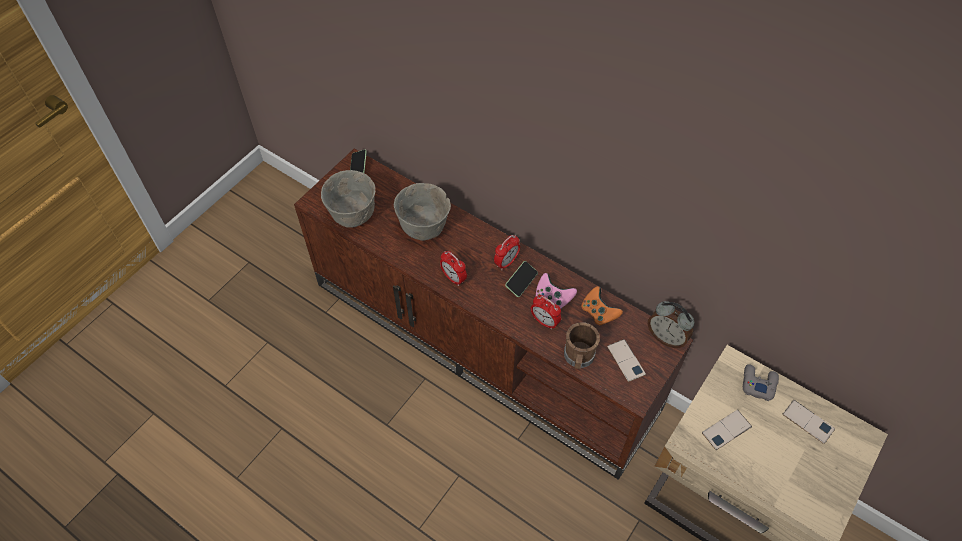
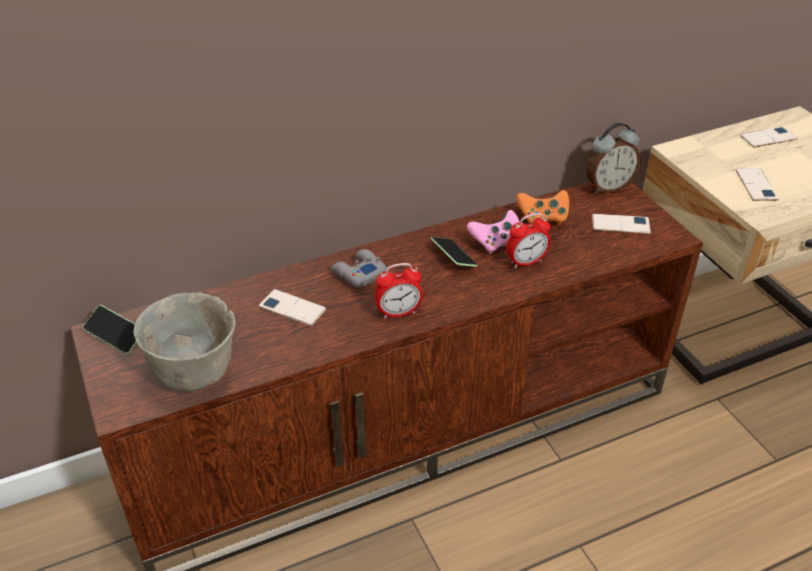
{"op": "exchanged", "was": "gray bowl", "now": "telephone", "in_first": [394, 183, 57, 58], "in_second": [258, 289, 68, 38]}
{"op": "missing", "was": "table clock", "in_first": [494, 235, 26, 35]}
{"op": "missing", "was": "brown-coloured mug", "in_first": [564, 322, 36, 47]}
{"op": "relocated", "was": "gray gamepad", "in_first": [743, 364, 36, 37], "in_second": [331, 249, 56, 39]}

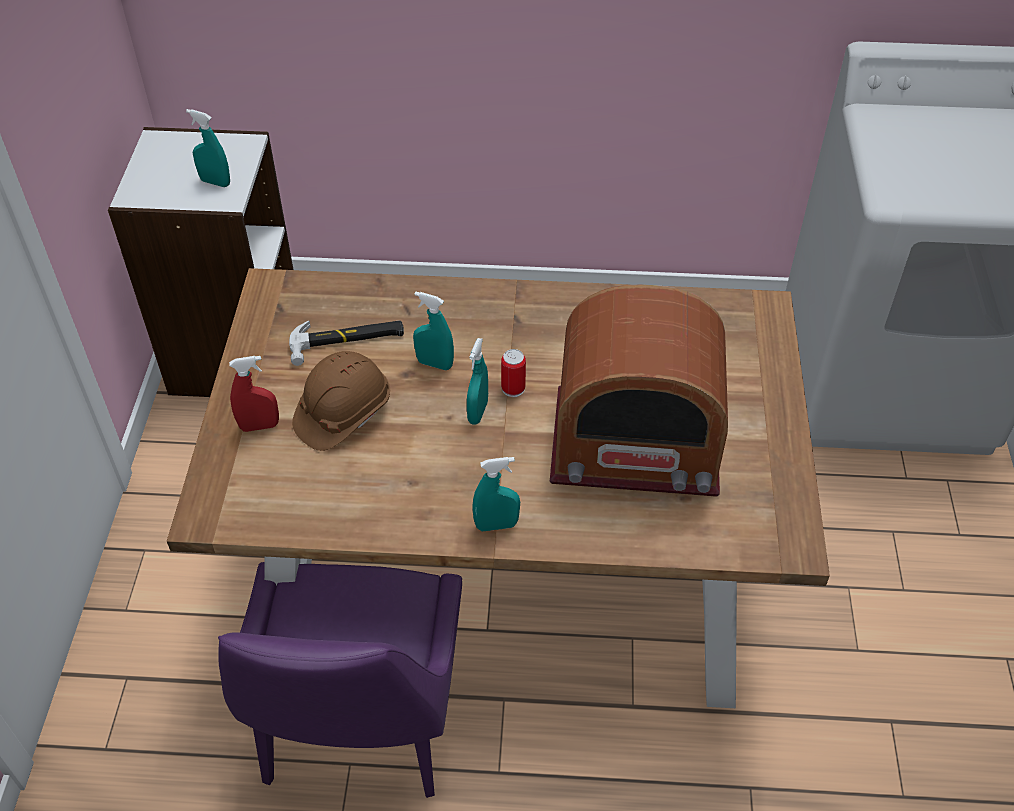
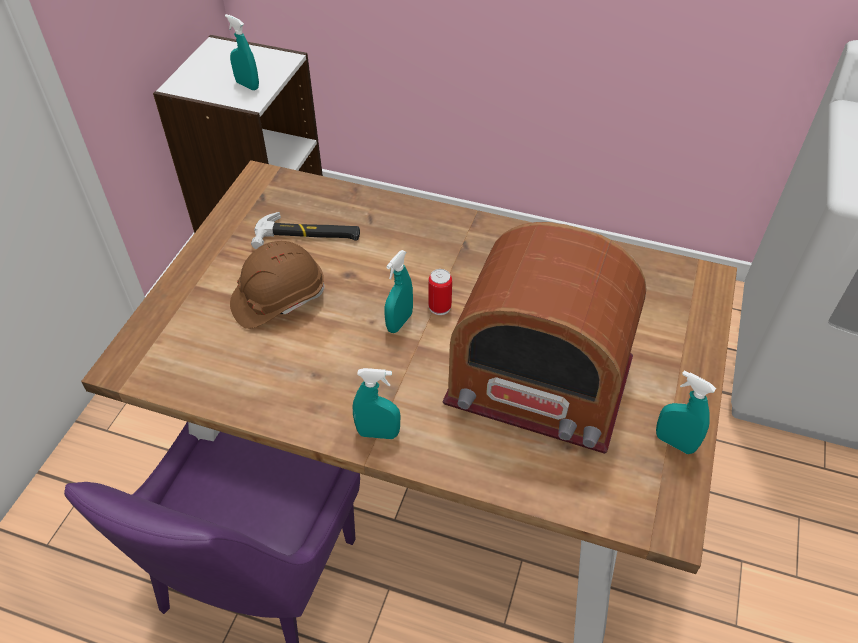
{"op": "relocated", "was": "blue-green sprayer", "in_first": [413, 291, 41, 79], "in_second": [656, 371, 60, 83]}
{"op": "missing", "was": "red sprayer", "in_first": [229, 356, 50, 76]}

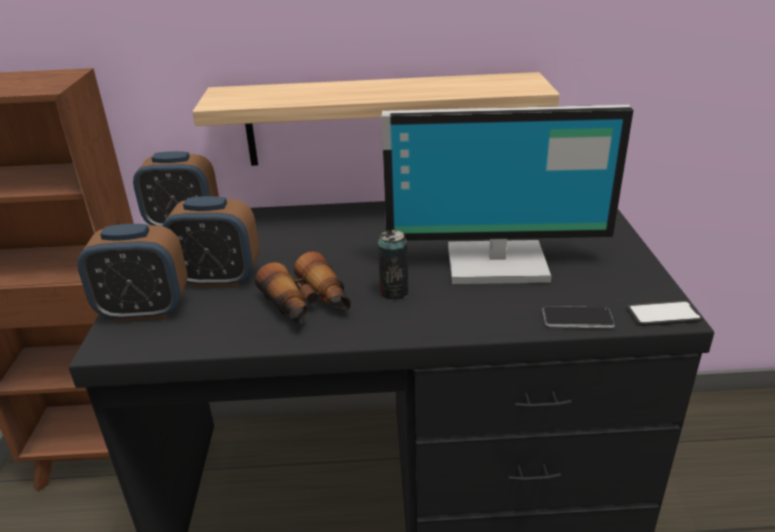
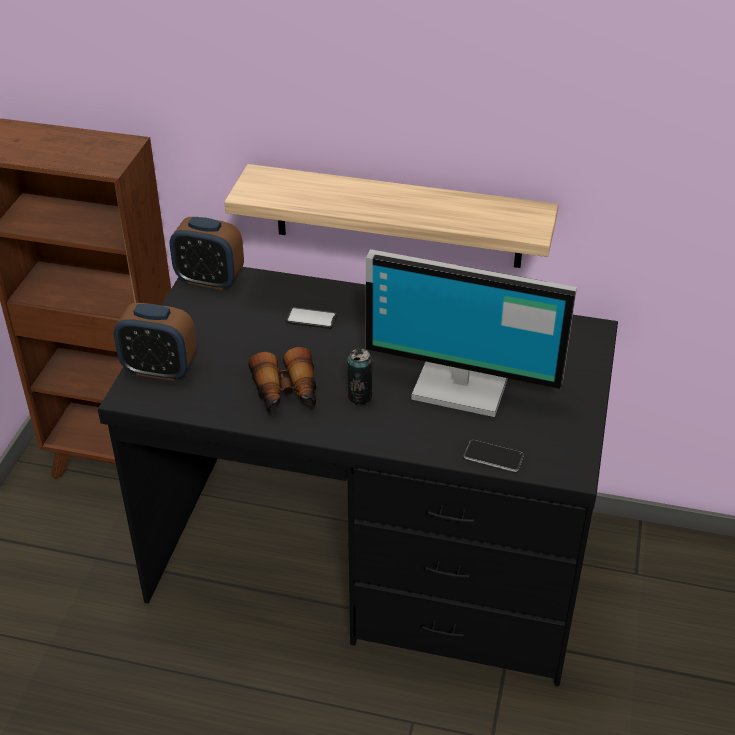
{"op": "missing", "was": "table clock", "in_first": [162, 196, 97, 91]}
{"op": "relocated", "was": "telephone", "in_first": [627, 300, 76, 26], "in_second": [285, 307, 52, 22]}

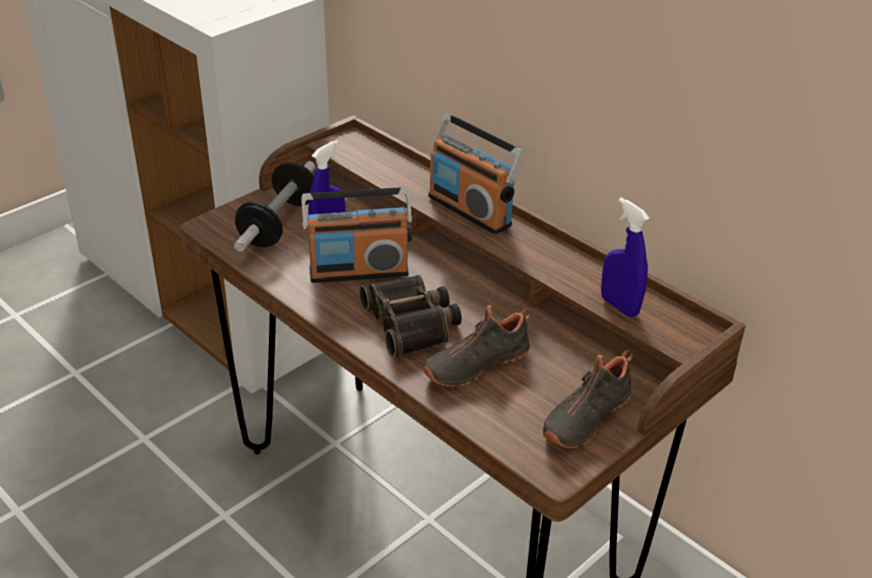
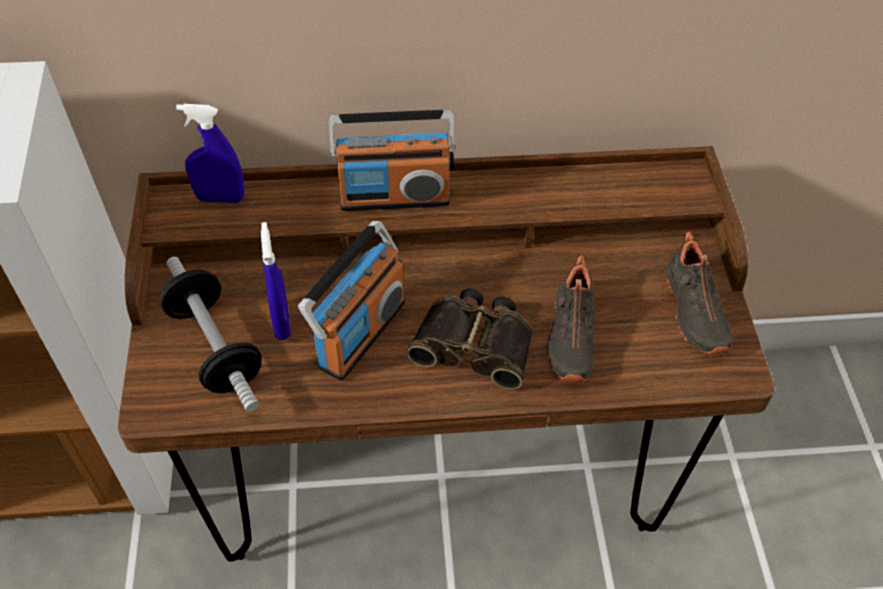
{"op": "relocated", "was": "blue sprayer", "in_first": [601, 197, 49, 120], "in_second": [176, 104, 68, 99]}

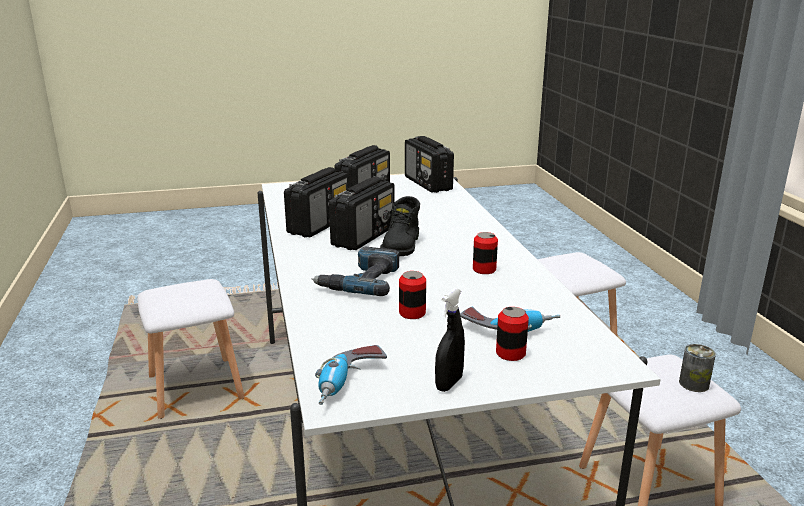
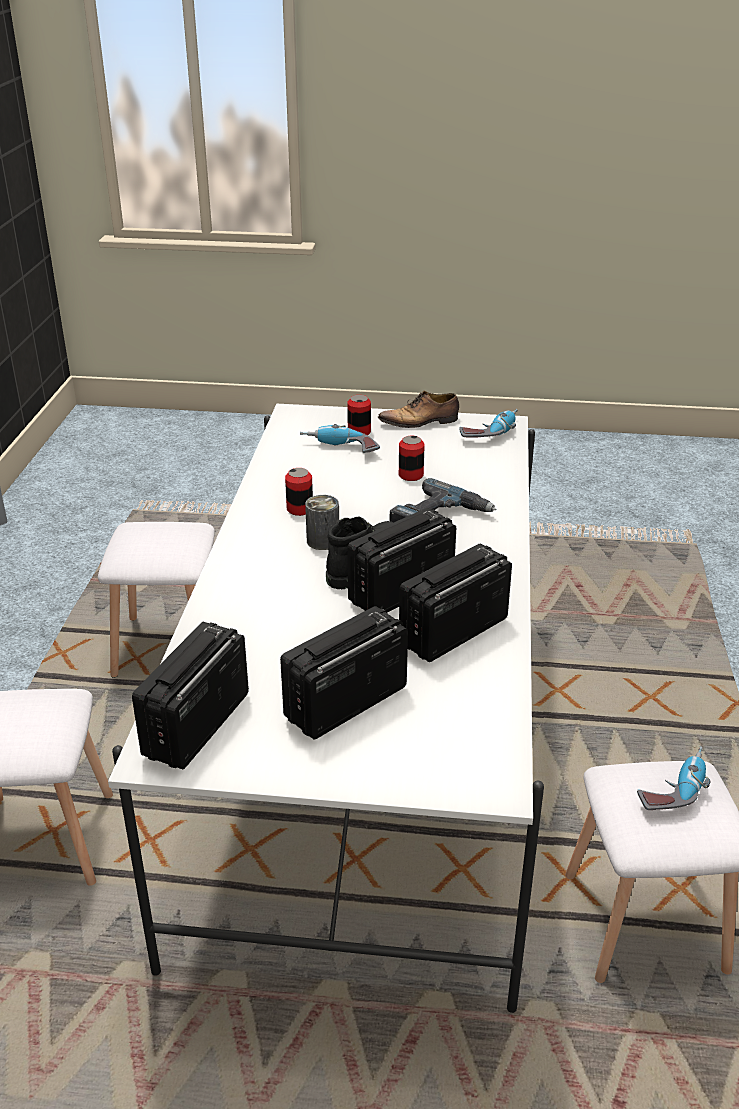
{"op": "spun", "was": "radio", "in_first": [405, 136, 49, 57], "in_second": [132, 622, 117, 148], "clockwise": -150}
{"op": "exchanged", "was": "black sprayer", "now": "low shoe", "in_first": [435, 288, 30, 104], "in_second": [378, 391, 81, 37]}
{"op": "relocated", "was": "sealed can", "in_first": [679, 344, 37, 48], "in_second": [305, 495, 34, 55]}
{"op": "appeared", "now": "power drill", "in_second": [637, 746, 74, 64]}

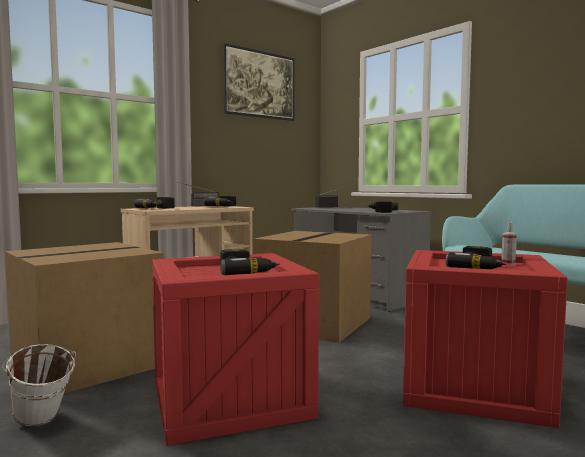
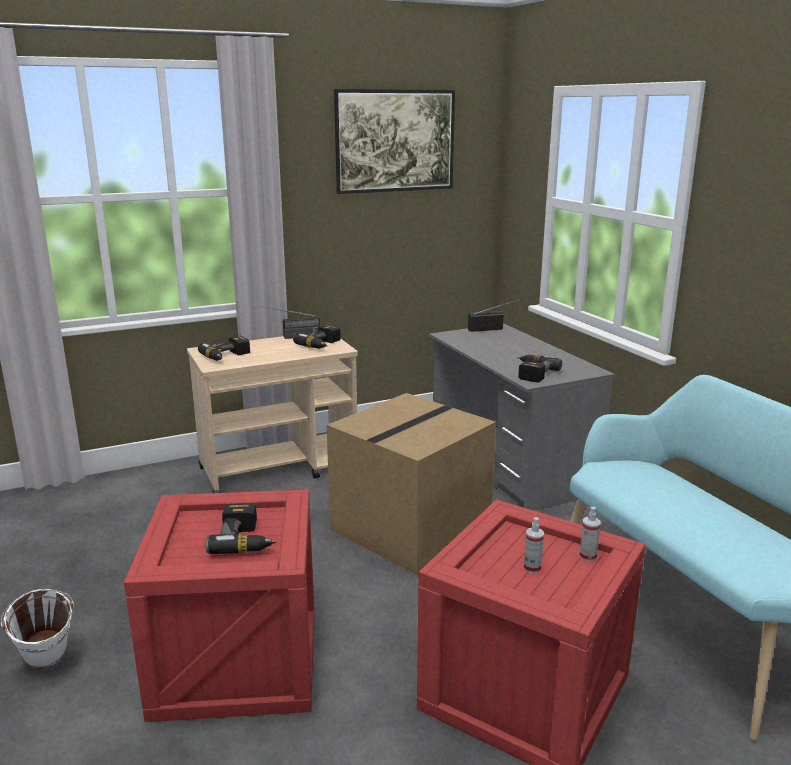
{"op": "missing", "was": "cardboard box", "in_first": [5, 242, 159, 151]}
{"op": "exchanged", "was": "power drill", "now": "sprayer", "in_first": [445, 246, 62, 23], "in_second": [524, 517, 20, 57]}

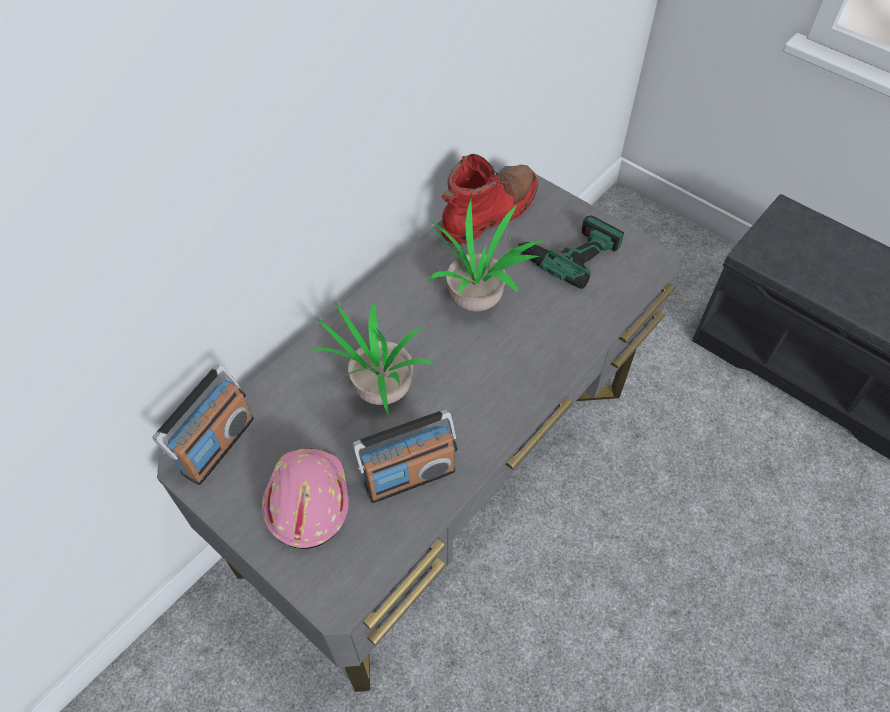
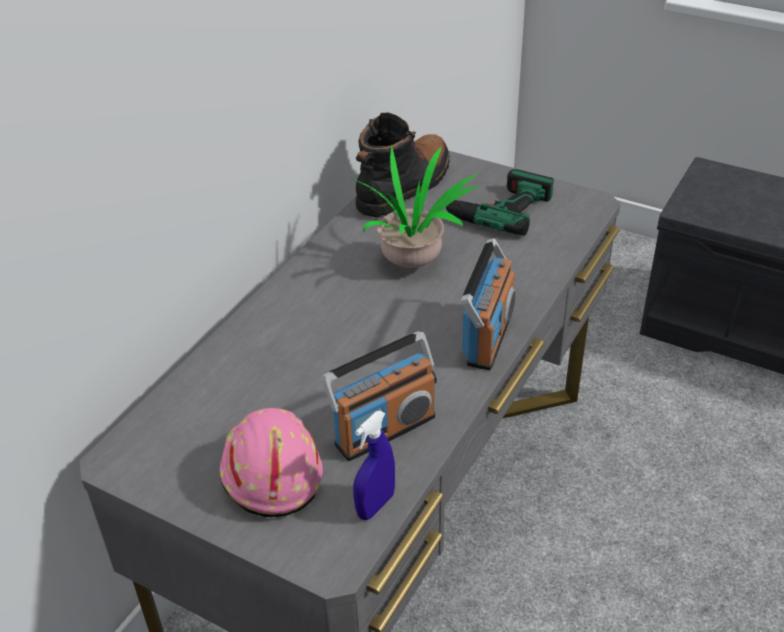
{"op": "colour", "was": "red high-top boot", "now": "black high-top boot", "in_first": [441, 154, 97, 91], "in_second": [356, 112, 94, 105]}
{"op": "missing", "was": "plant in a pot", "in_first": [305, 302, 129, 115]}
{"op": "relocated", "was": "radio", "in_first": [152, 365, 102, 120], "in_second": [461, 238, 54, 132]}
{"op": "appeared", "now": "blue sprayer", "in_second": [353, 411, 42, 109]}

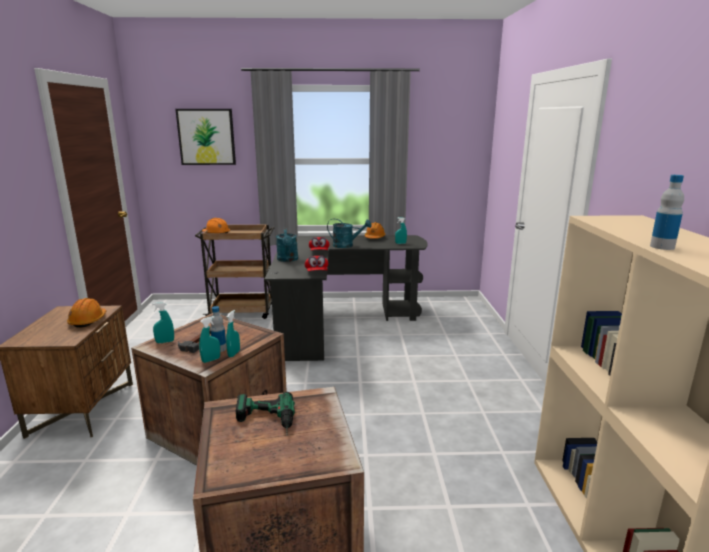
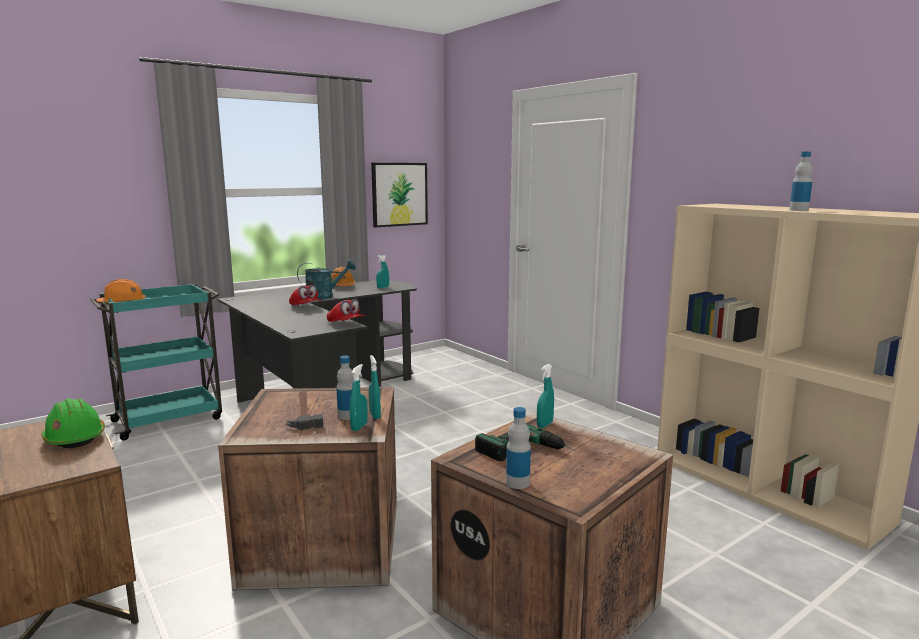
{"op": "relocated", "was": "picture", "in_first": [175, 109, 61, 56], "in_second": [371, 163, 57, 64]}
{"op": "colour", "was": "brown-coloured wheeled cart", "now": "blue-green wheeled cart", "in_first": [195, 224, 79, 95], "in_second": [90, 284, 132, 157]}
{"op": "missing", "was": "blue-green watering pot", "in_first": [276, 227, 22, 35]}
{"op": "colour", "was": "orangey hard hat", "now": "green hard hat", "in_first": [67, 298, 39, 30], "in_second": [41, 398, 64, 50]}
{"op": "relocated", "was": "blue-green sprayer", "in_first": [152, 302, 22, 41], "in_second": [537, 364, 17, 64]}
{"op": "appeared", "now": "beverage bottle", "in_second": [506, 407, 25, 82]}

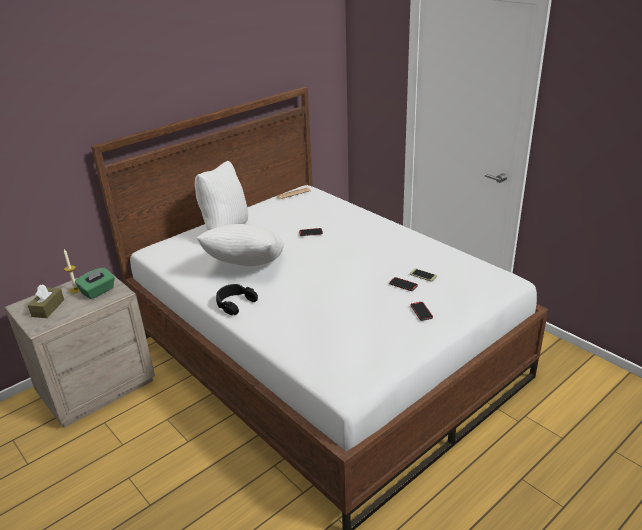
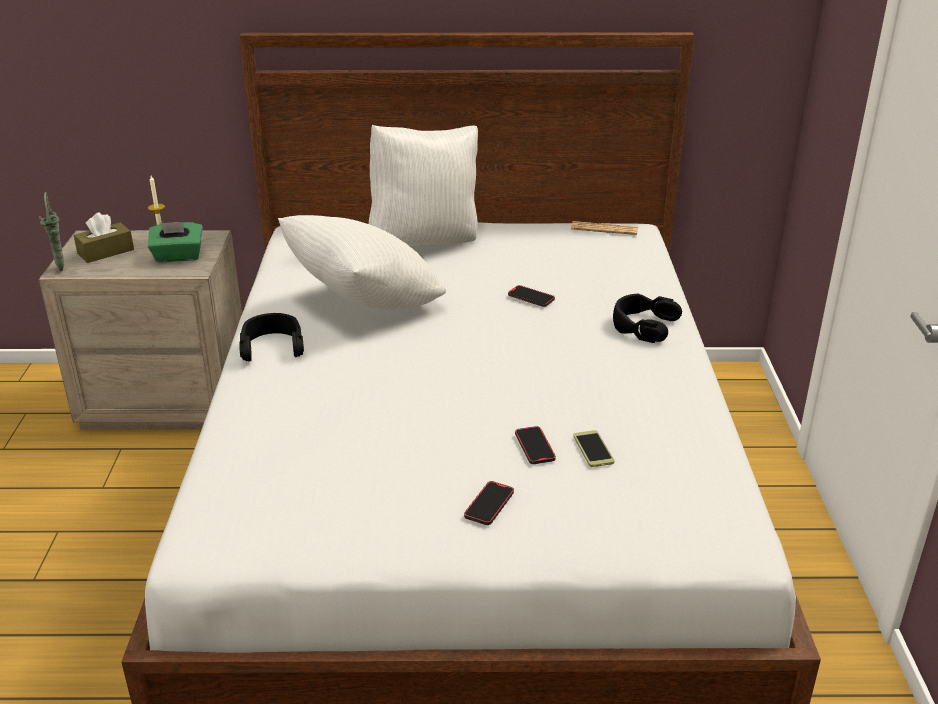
{"op": "appeared", "now": "green flower vase", "in_second": [39, 192, 25, 79]}
{"op": "appeared", "now": "black pair of headphones", "in_second": [613, 294, 69, 49]}

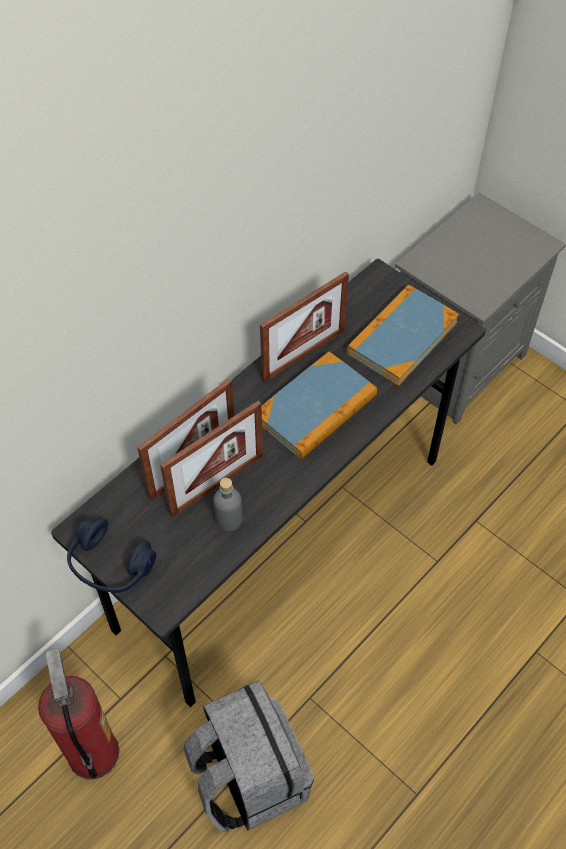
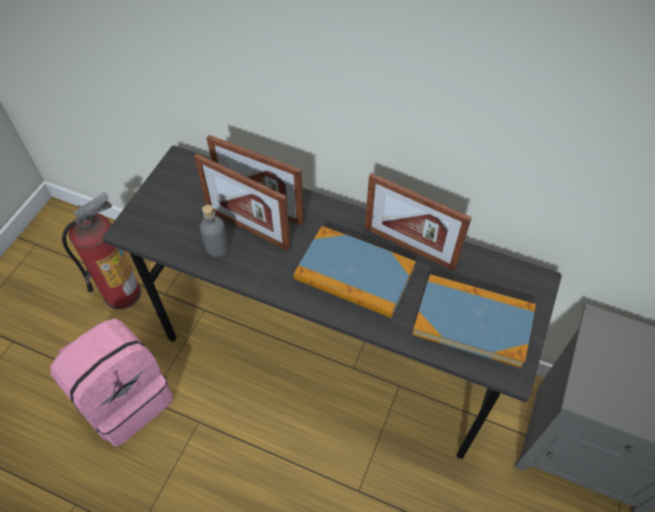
{"op": "missing", "was": "blue pair of headphones", "in_first": [67, 518, 89, 75]}
{"op": "colour", "was": "gray backpack", "now": "pink-coloured backpack", "in_first": [184, 681, 130, 151], "in_second": [50, 318, 123, 128]}

